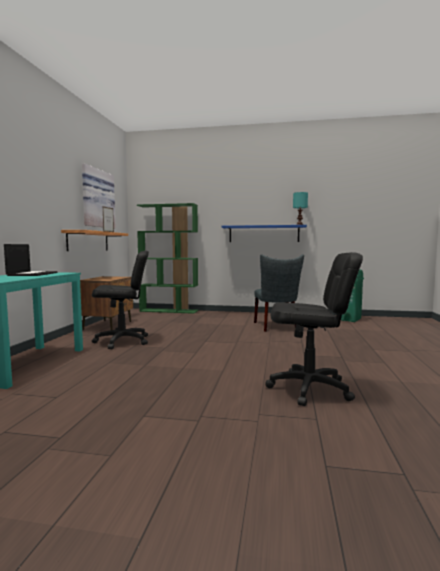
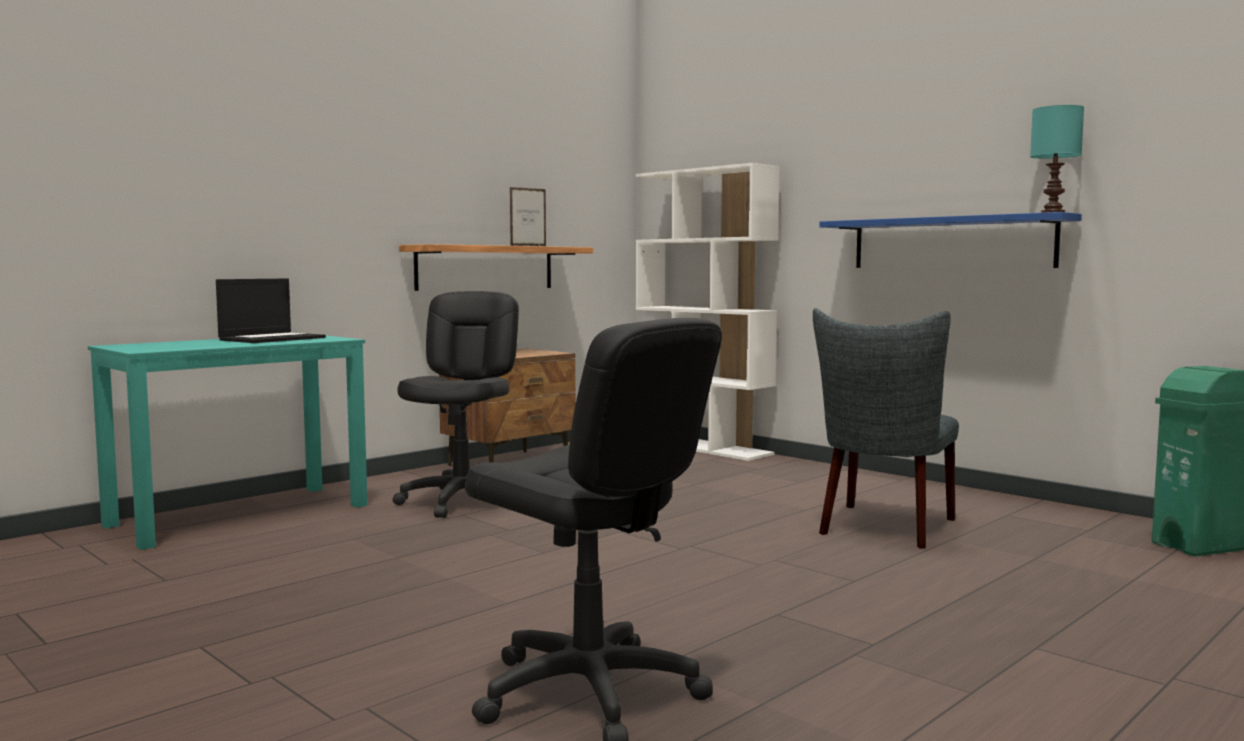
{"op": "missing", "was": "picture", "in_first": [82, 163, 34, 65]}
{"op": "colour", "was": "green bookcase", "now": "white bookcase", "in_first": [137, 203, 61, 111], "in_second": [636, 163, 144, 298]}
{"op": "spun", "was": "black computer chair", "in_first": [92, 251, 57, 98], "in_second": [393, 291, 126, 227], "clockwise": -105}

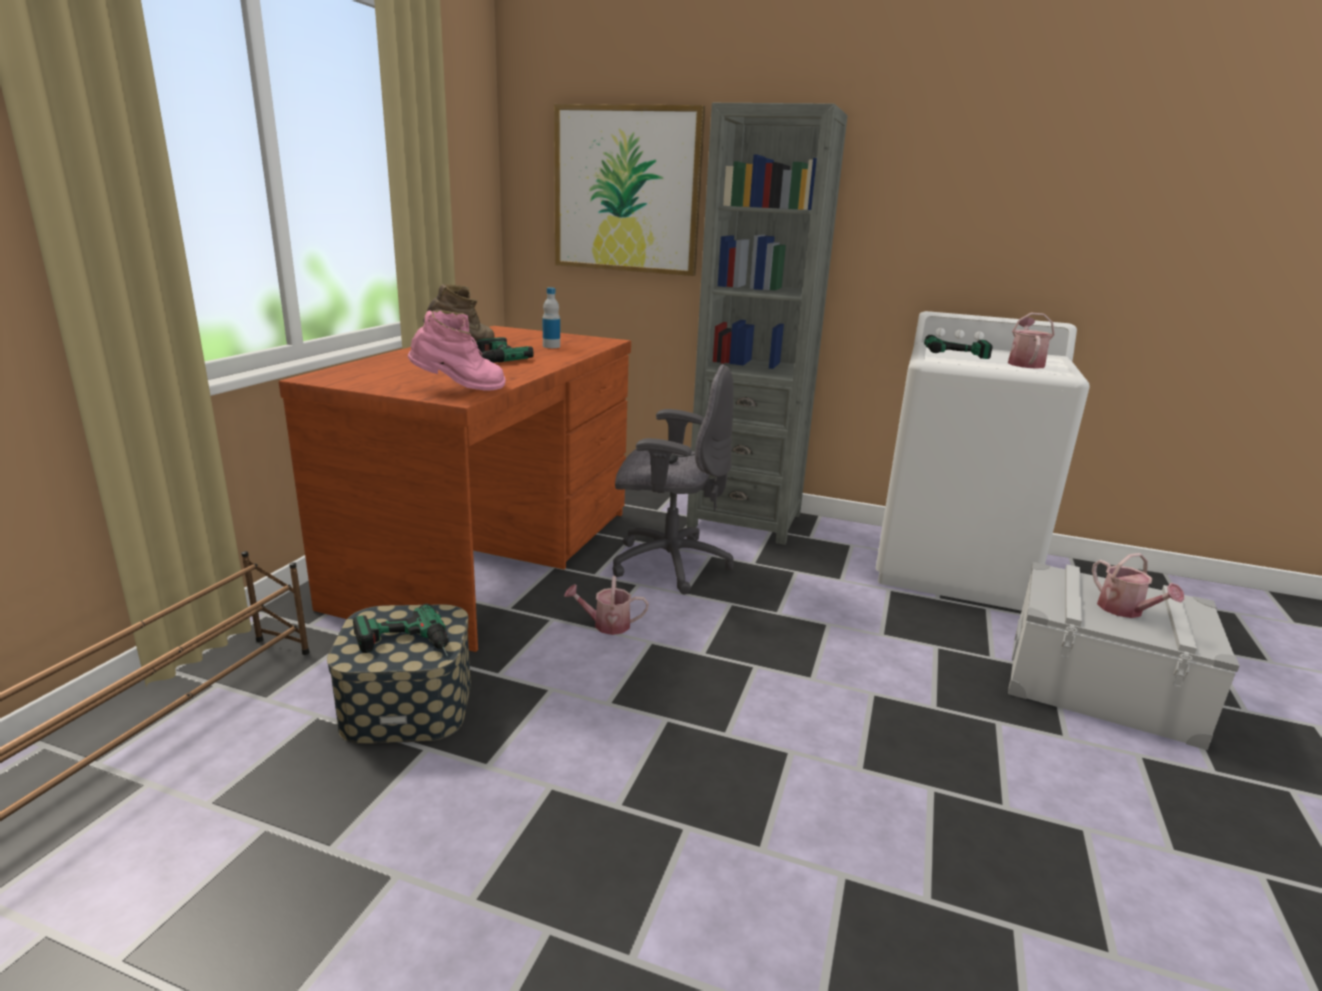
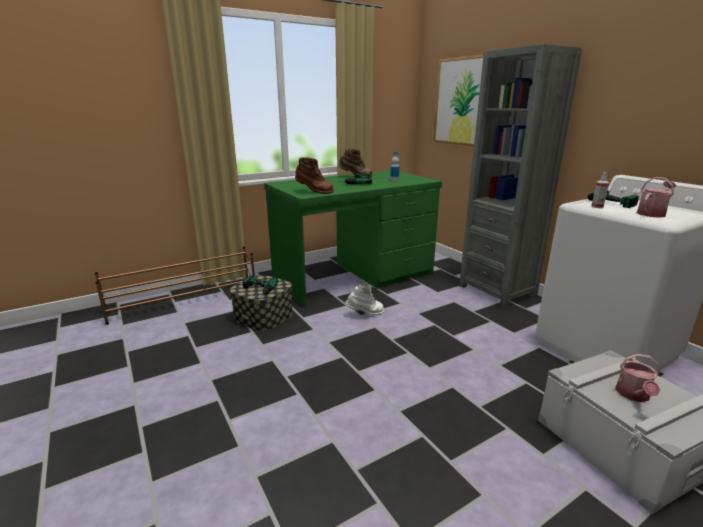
{"op": "colour", "was": "pink-coloured high-top boot", "now": "brown-coloured high-top boot", "in_first": [408, 310, 98, 81], "in_second": [295, 157, 39, 37]}
{"op": "colour", "was": "brown-coloured desk table", "now": "green desk table", "in_first": [279, 326, 352, 326], "in_second": [264, 170, 178, 138]}
{"op": "missing", "was": "gray computer chair", "in_first": [613, 364, 121, 230]}
{"op": "exchanged", "was": "watering pot", "now": "white high-top boot", "in_first": [564, 576, 85, 59], "in_second": [345, 284, 39, 31]}
{"op": "appeared", "now": "sprayer", "in_second": [591, 172, 18, 36]}

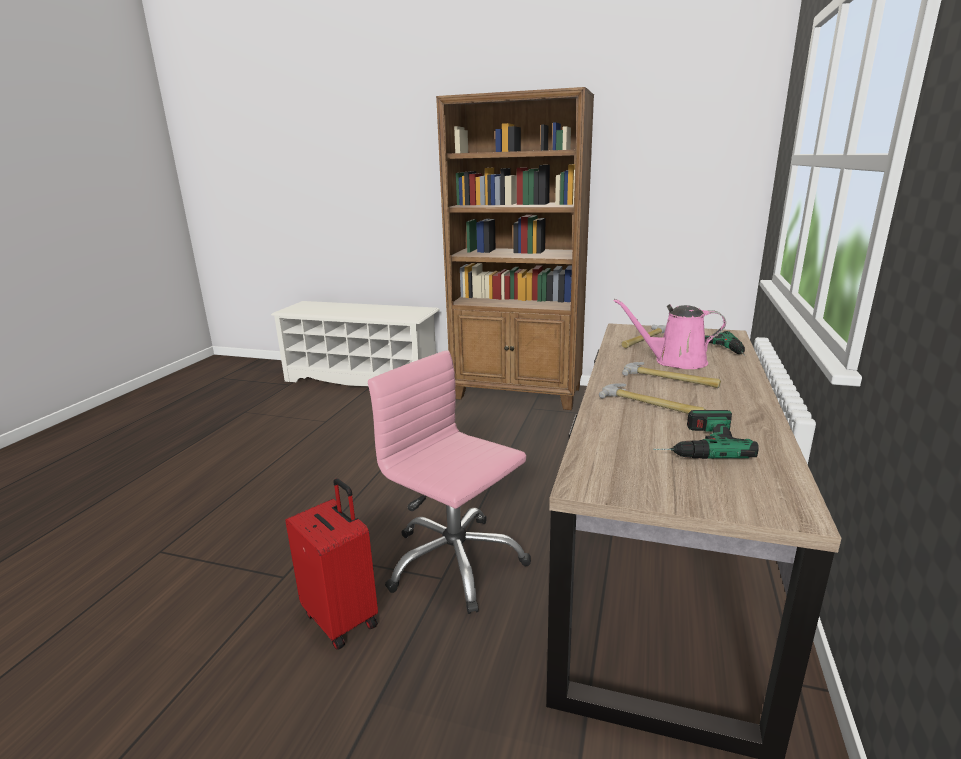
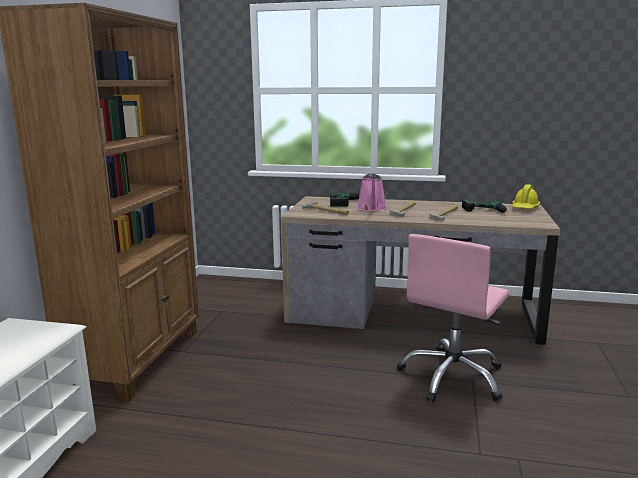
{"op": "missing", "was": "red piece of luggage", "in_first": [285, 478, 93, 172]}
{"op": "appeared", "now": "yellow-coloured hard hat", "in_second": [512, 184, 28, 25]}

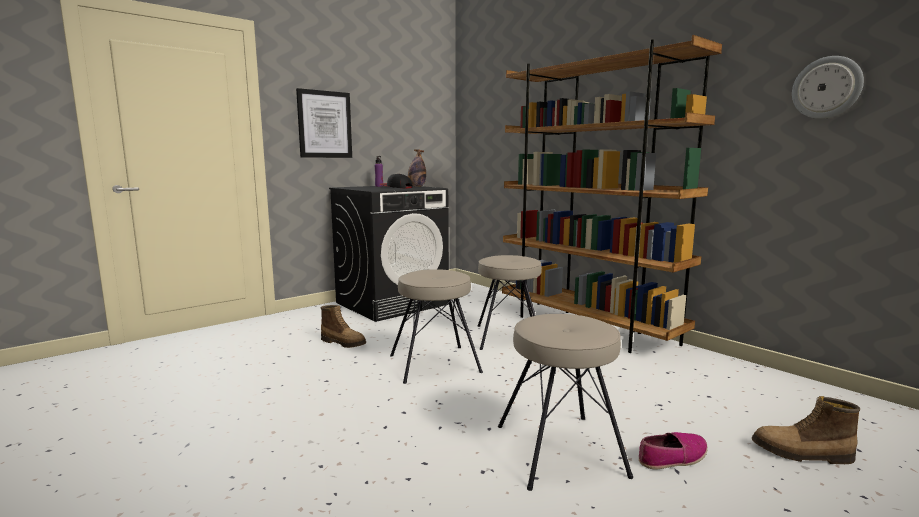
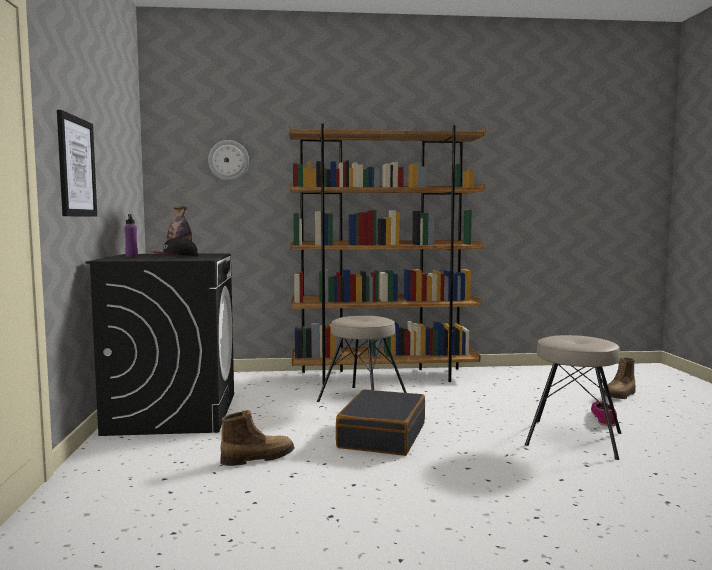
{"op": "relocated", "was": "clock on the wall", "in_first": [792, 56, 72, 63], "in_second": [208, 140, 41, 41]}
{"op": "exchanged", "was": "sand-coloured sitting stool", "now": "black piece of luggage", "in_first": [390, 269, 93, 115], "in_second": [336, 389, 89, 67]}

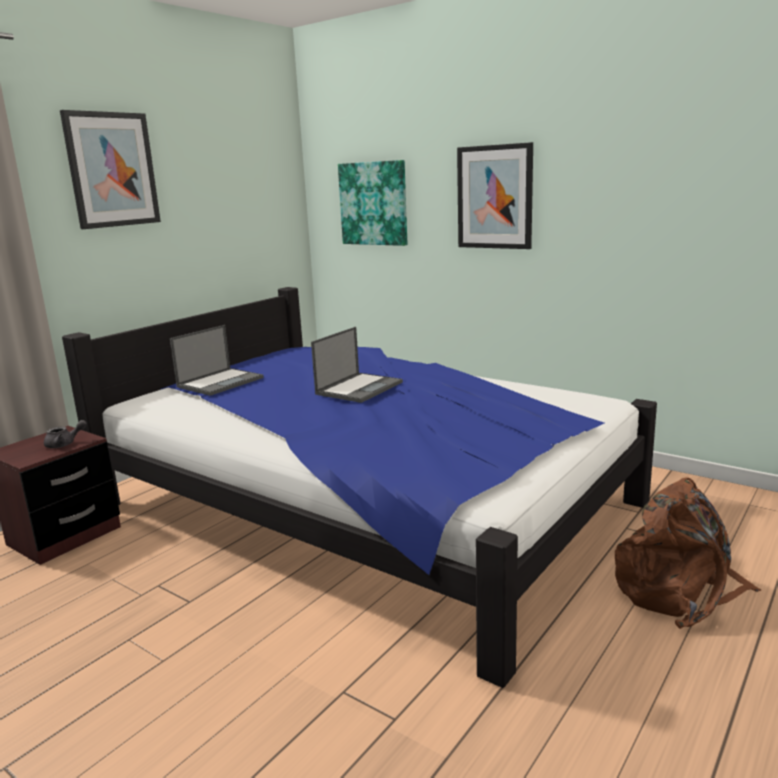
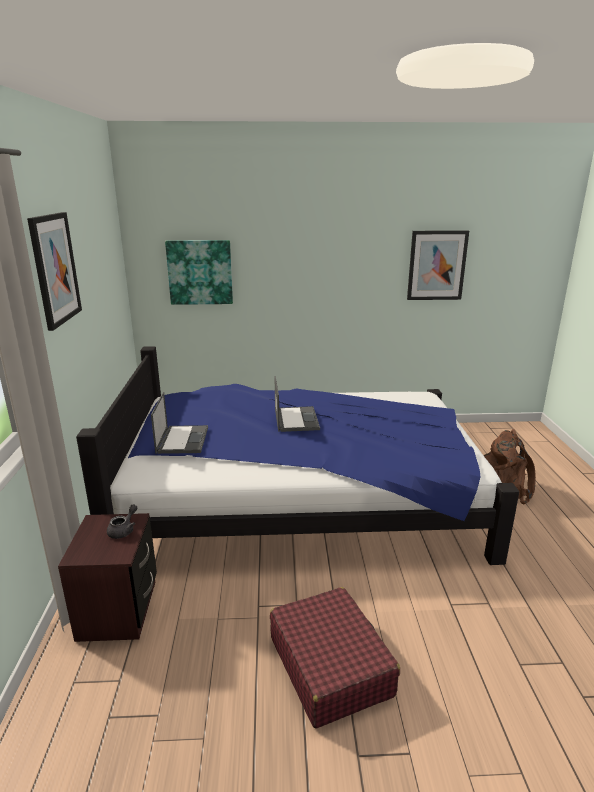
{"op": "relocated", "was": "picture", "in_first": [457, 142, 76, 107], "in_second": [407, 230, 62, 70]}
{"op": "appeared", "now": "red piece of luggage", "in_second": [270, 587, 130, 142]}

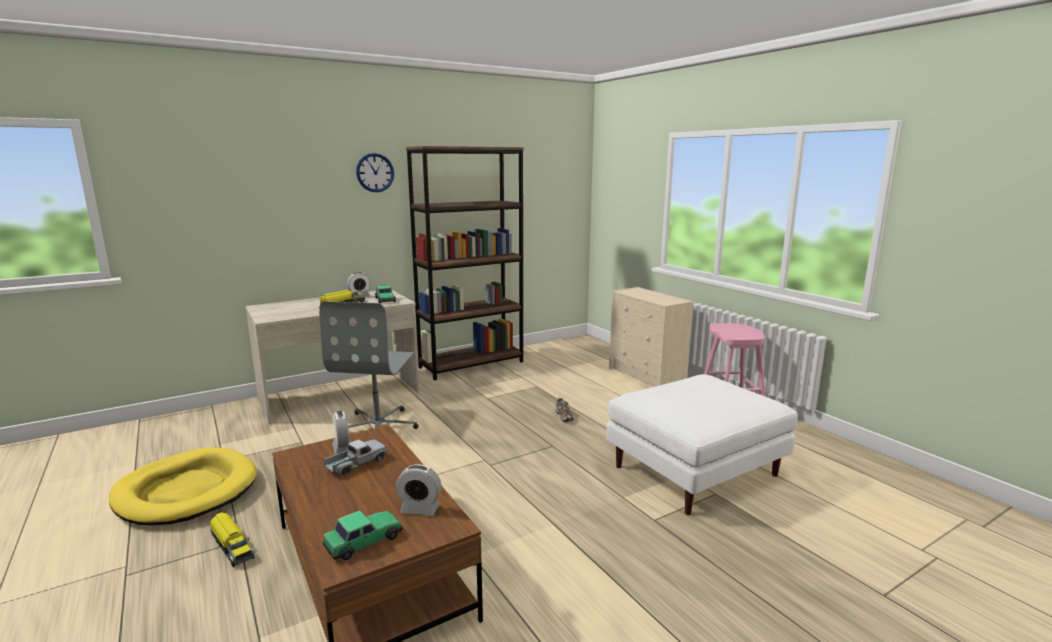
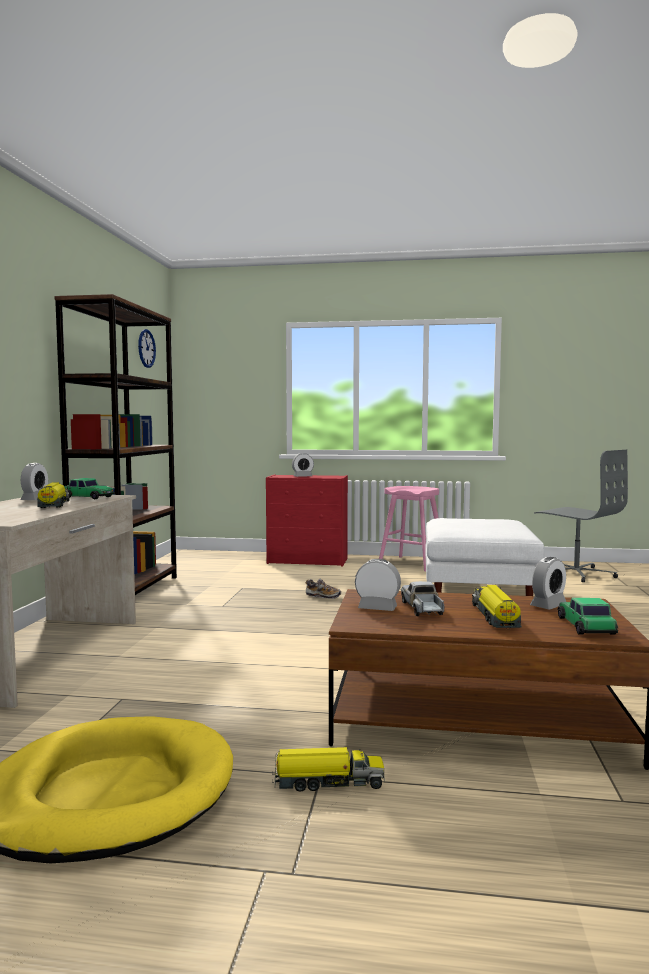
{"op": "relocated", "was": "clock on the wall", "in_first": [356, 153, 38, 39], "in_second": [138, 329, 18, 39]}
{"op": "colour", "was": "sand-coloured chest of drawers", "now": "red chest of drawers", "in_first": [609, 287, 84, 100], "in_second": [266, 474, 82, 92]}
{"op": "relocated", "was": "gray computer chair", "in_first": [319, 301, 99, 128], "in_second": [534, 450, 94, 133]}
{"op": "appeared", "now": "table clock", "in_second": [292, 453, 22, 24]}
{"op": "appeared", "now": "toy truck", "in_second": [472, 585, 49, 44]}

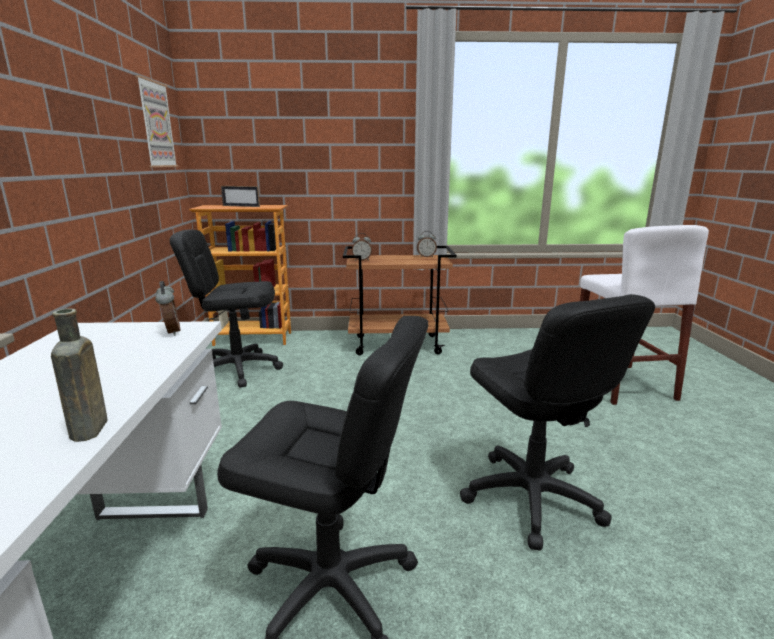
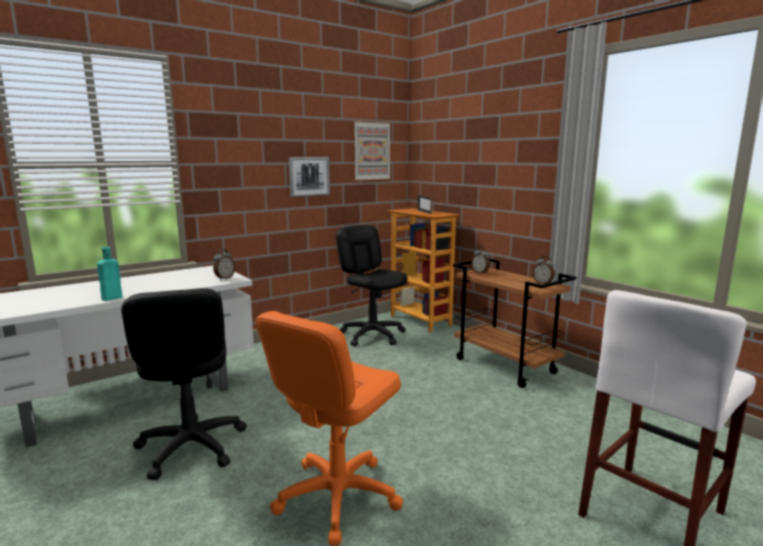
{"op": "colour", "was": "black computer chair", "now": "orangey computer chair", "in_first": [460, 294, 195, 257], "in_second": [256, 311, 147, 234]}
{"op": "colour", "was": "brown-coloured beverage bottle", "now": "blue-green beverage bottle", "in_first": [51, 309, 56, 137], "in_second": [97, 247, 25, 54]}
{"op": "appeared", "now": "picture", "in_second": [288, 157, 42, 40]}

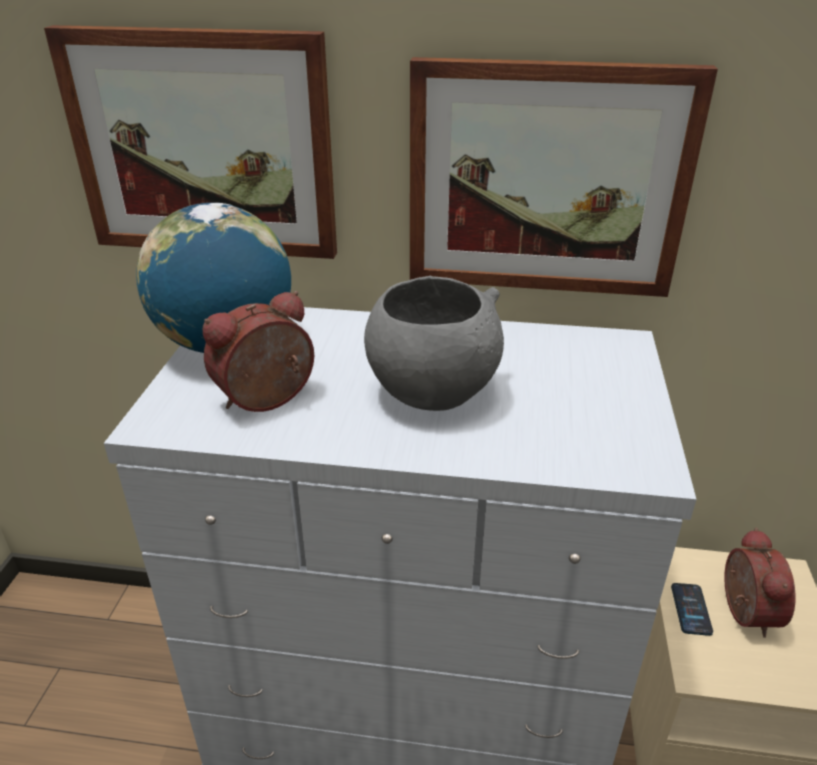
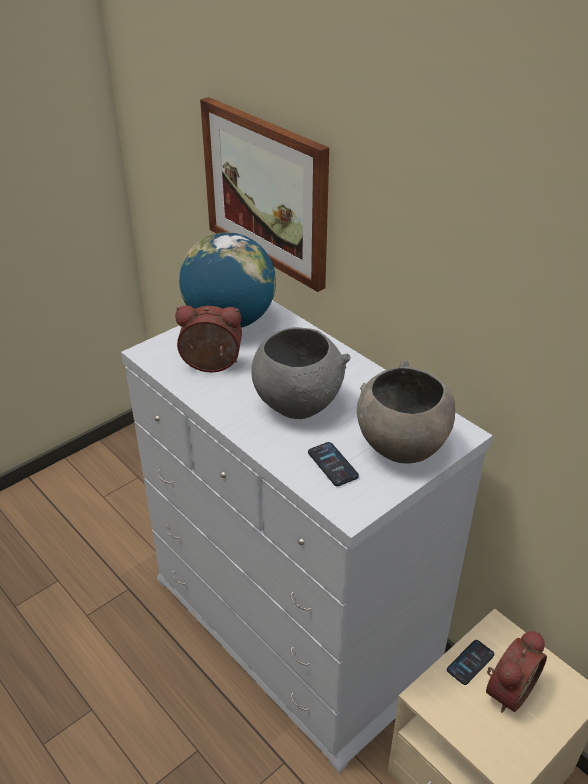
{"op": "missing", "was": "picture", "in_first": [410, 57, 308, 240]}
{"op": "appeared", "now": "gray bowl", "in_second": [357, 360, 98, 104]}
{"op": "appeared", "now": "telephone", "in_second": [308, 442, 51, 44]}

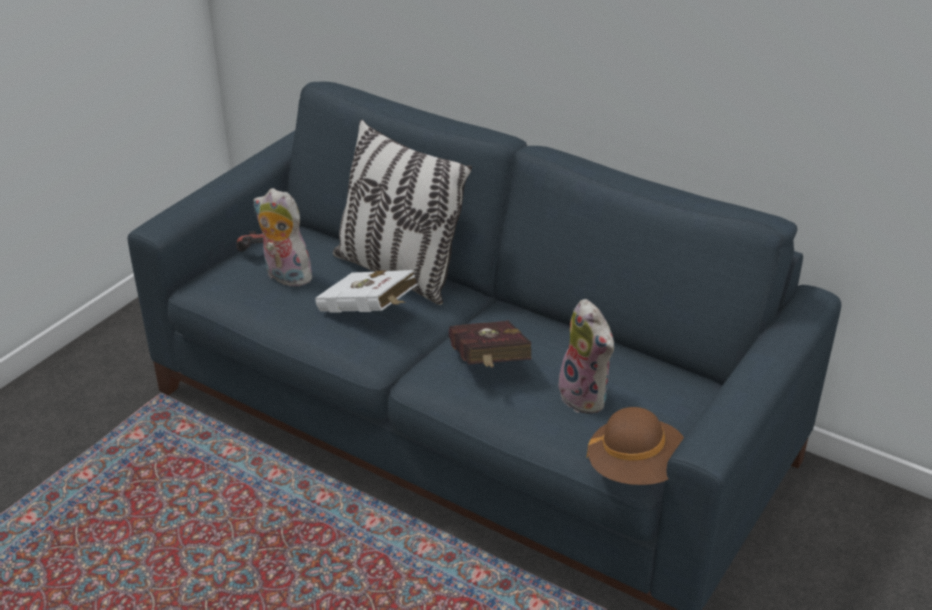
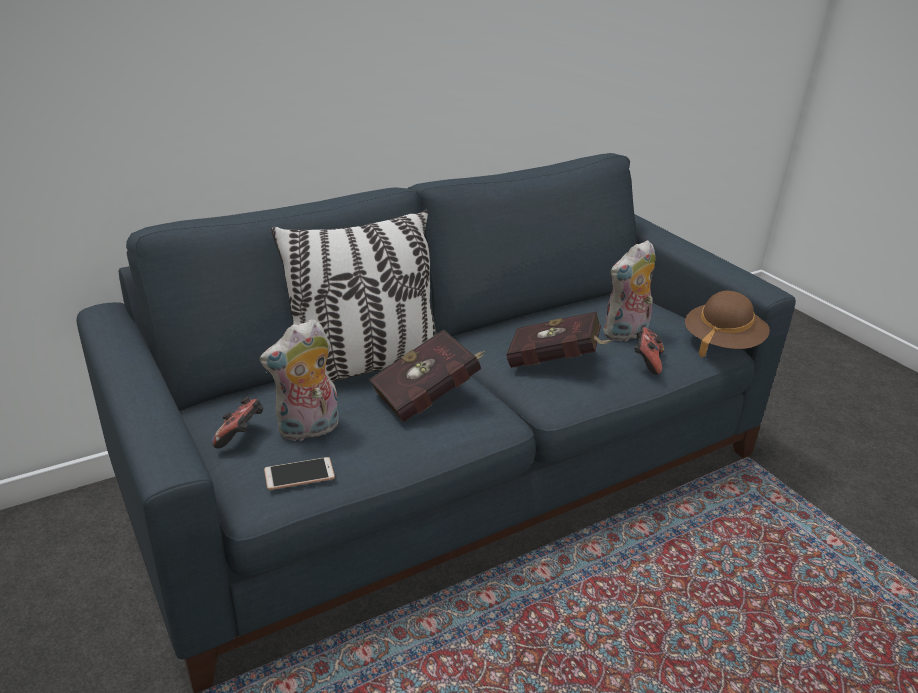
{"op": "colour", "was": "white volume", "now": "red volume", "in_first": [315, 270, 103, 43], "in_second": [369, 329, 116, 93]}
{"op": "spun", "was": "soft toy", "in_first": [554, 299, 60, 115], "in_second": [603, 240, 52, 101], "clockwise": 150}
{"op": "appeared", "now": "gamepad", "in_second": [634, 327, 30, 48]}
{"op": "appeared", "now": "telephone", "in_second": [264, 457, 71, 33]}

